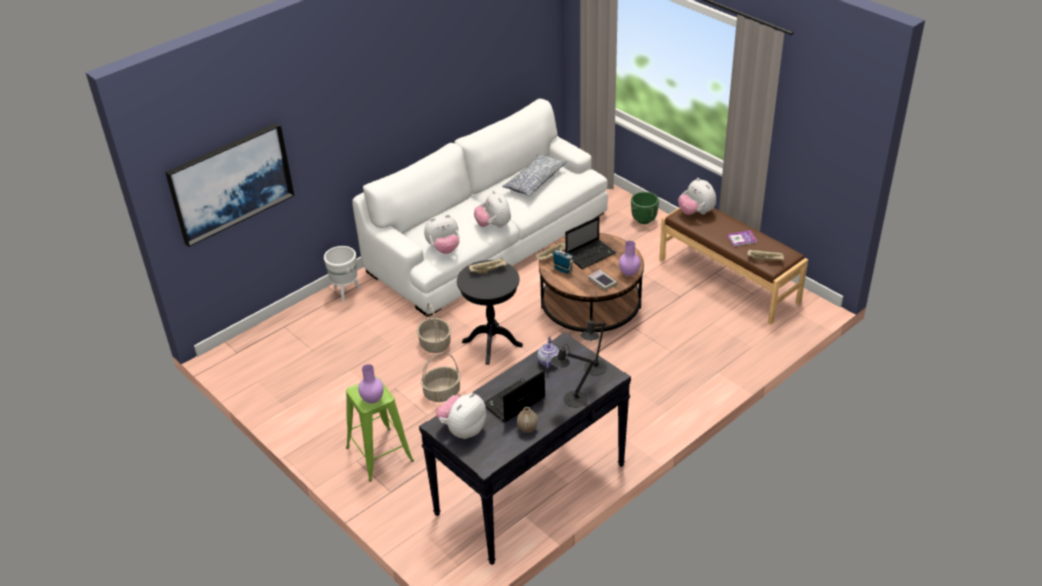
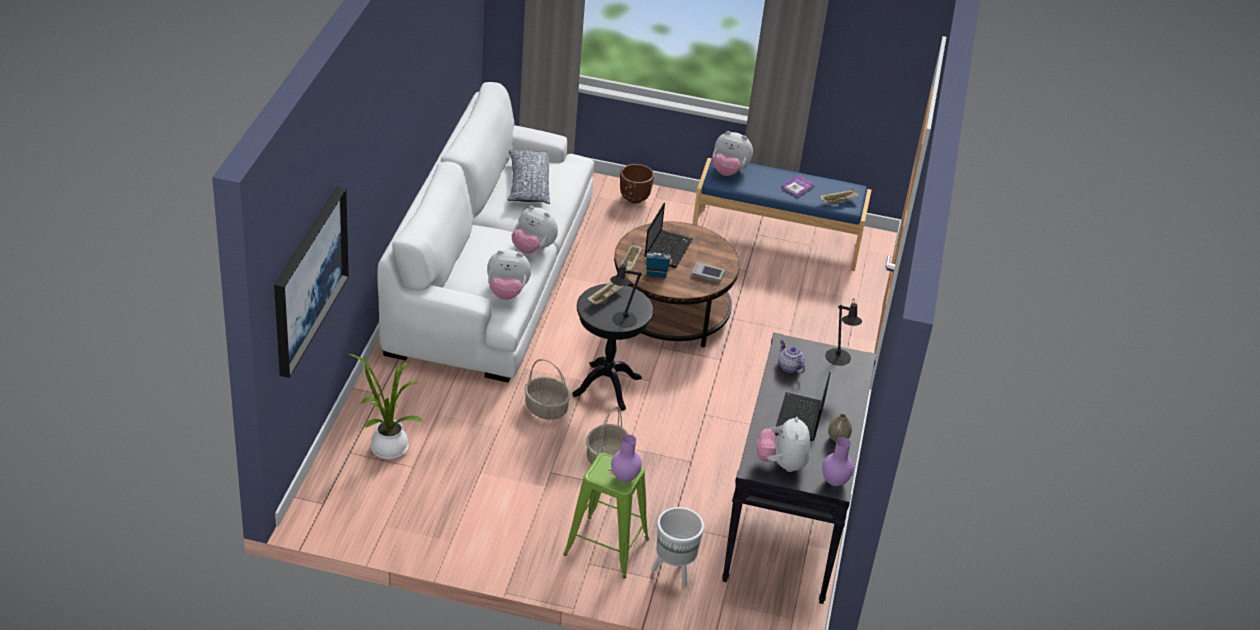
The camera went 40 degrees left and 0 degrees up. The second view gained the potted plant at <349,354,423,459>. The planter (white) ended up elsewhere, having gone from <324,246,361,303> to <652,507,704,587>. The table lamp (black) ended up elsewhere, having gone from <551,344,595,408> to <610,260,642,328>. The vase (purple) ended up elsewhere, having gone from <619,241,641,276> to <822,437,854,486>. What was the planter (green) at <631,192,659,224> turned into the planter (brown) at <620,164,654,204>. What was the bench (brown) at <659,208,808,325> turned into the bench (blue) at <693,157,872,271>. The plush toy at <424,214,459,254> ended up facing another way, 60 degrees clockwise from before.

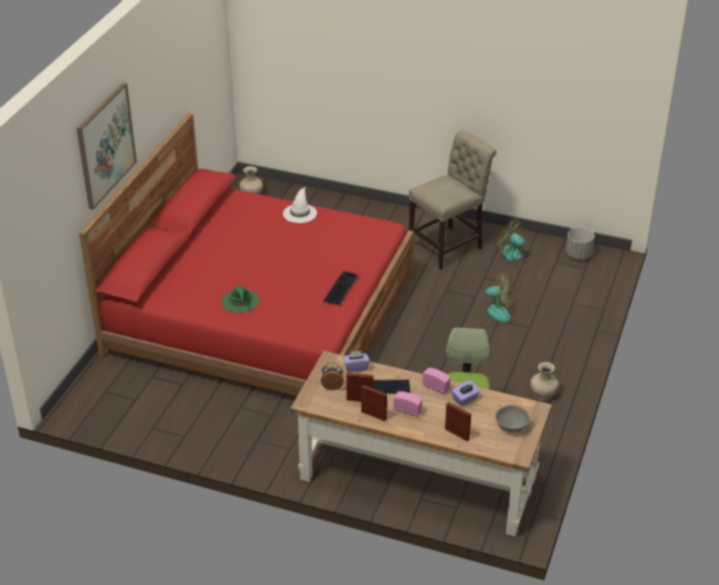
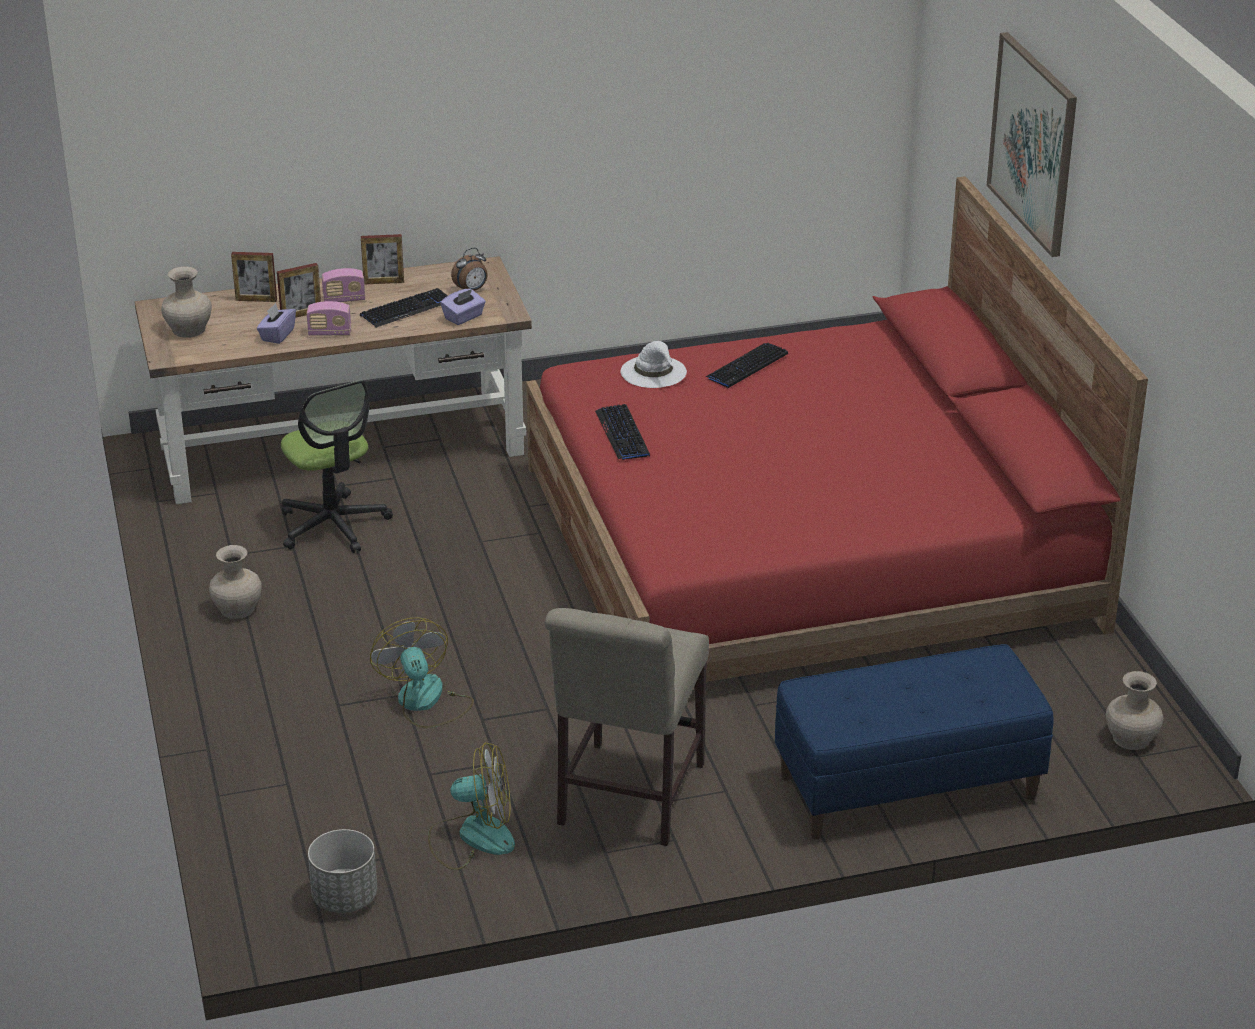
The camera went 145 degrees right and 5 degrees down. The second view gained the bench (blue) at <775,644,1054,839>. The hat (white) ended up elsewhere, having gone from <283,186,317,223> to <621,341,687,388>. The picture frame ended up elsewhere, having gone from <346,373,374,402> to <277,263,321,318>. Where the hat (green) stood at <222,286,259,313>, the keyboard came to stand at <706,343,788,388>. Where the bowl (grey) stood at <495,405,530,432>, the vase (beige) came to stand at <161,266,212,338>. The fan at <473,273,512,326> ended up facing another way, 90 degrees clockwise from before.

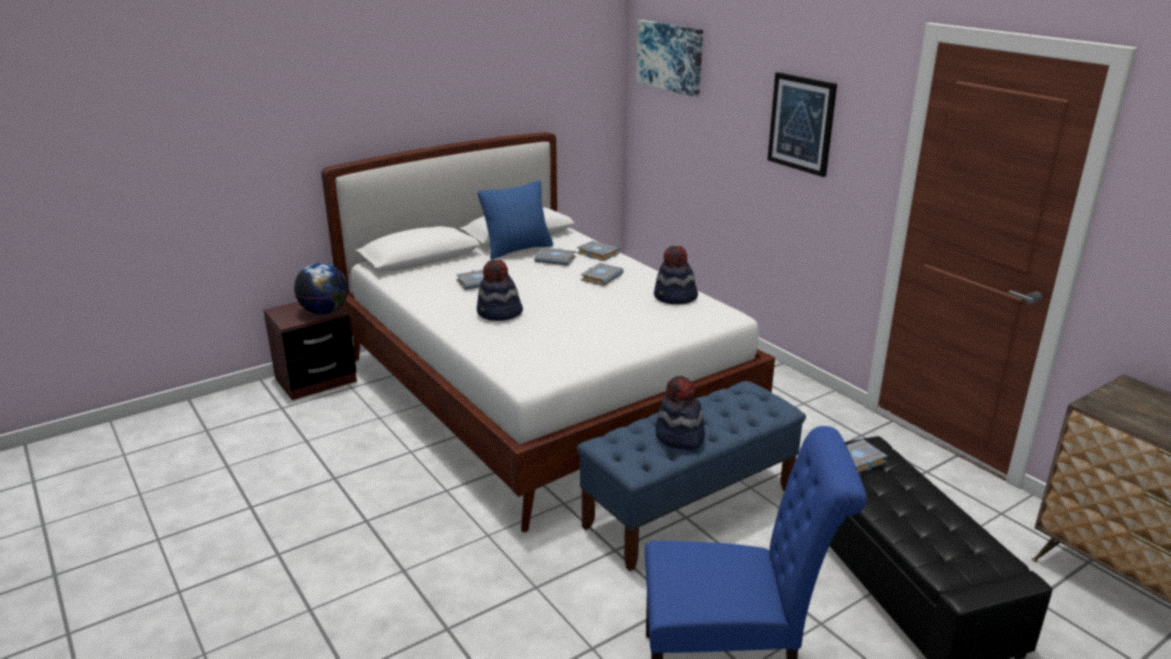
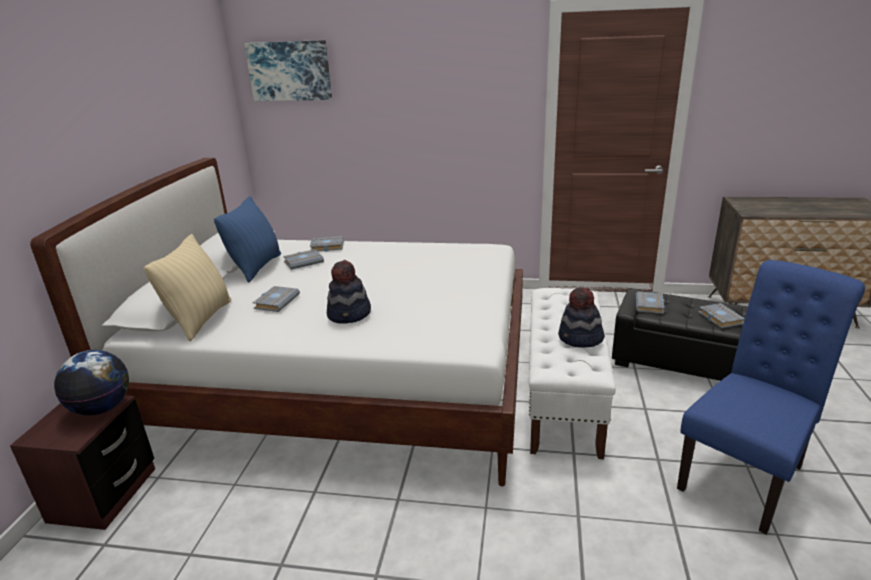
The camera went 45 degrees left and 0 degrees up. The second view lost the hat at <654,246,698,304>. The second view lost the picture at <767,72,837,177>. The second view gained the pillow (beige) at <144,234,232,341>. The book (grey) ended up elsewhere, having gone from <580,263,624,286> to <698,303,745,328>. What was the bench (blue) at <577,381,806,571> turned into the bench (white) at <529,288,616,459>.

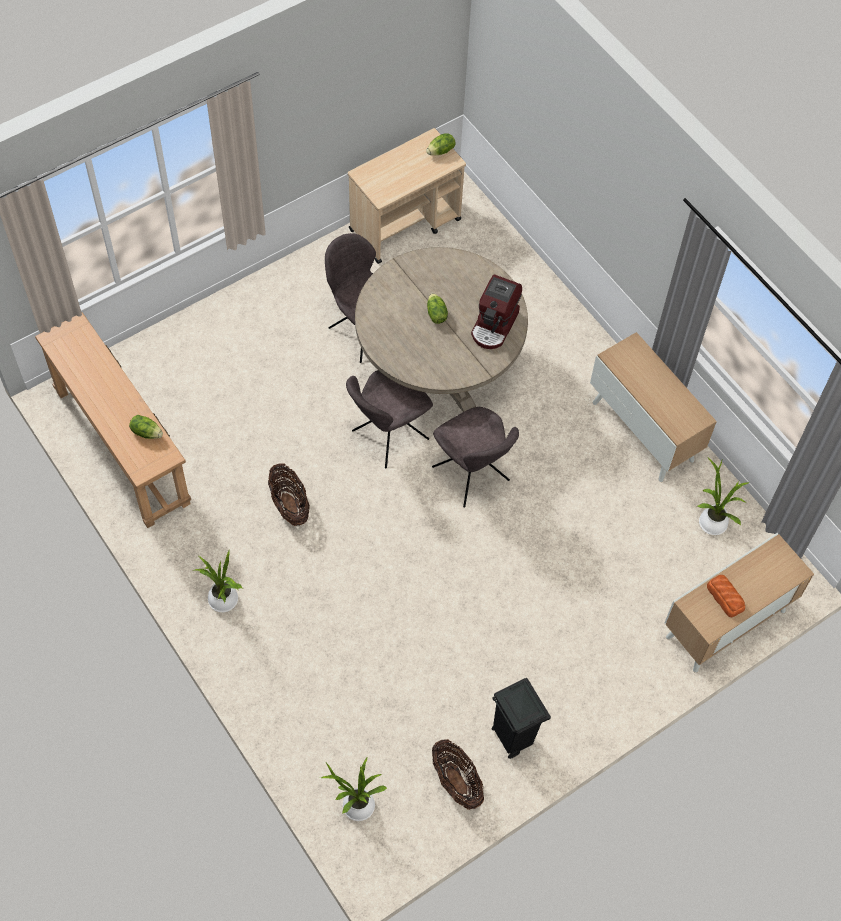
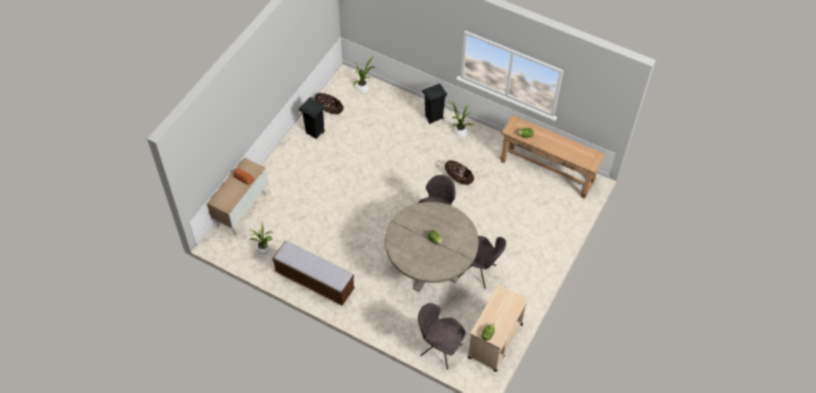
The camera went 155 degrees right and 5 degrees down. The second view lost the coffee machine at <471,275,522,349>. The second view gained the trash can (black) at <422,84,447,124>. The chair (grey) ended up elsewhere, having gone from <432,407,519,508> to <418,303,465,370>. Where the cabinet stood at <590,332,717,482>, the bench came to stand at <272,241,355,306>.

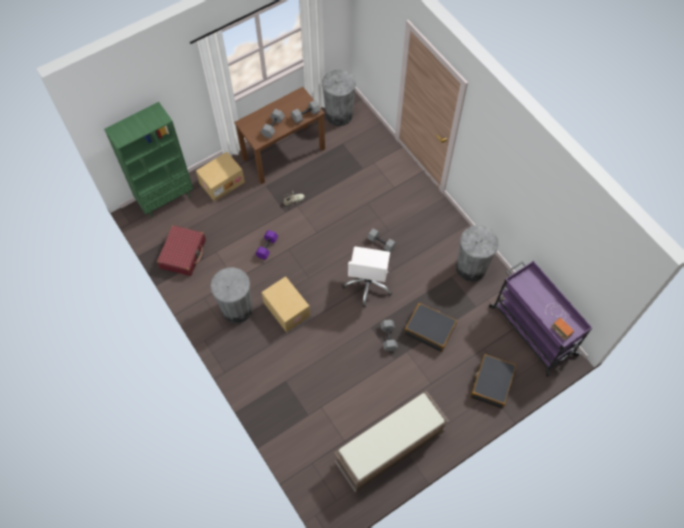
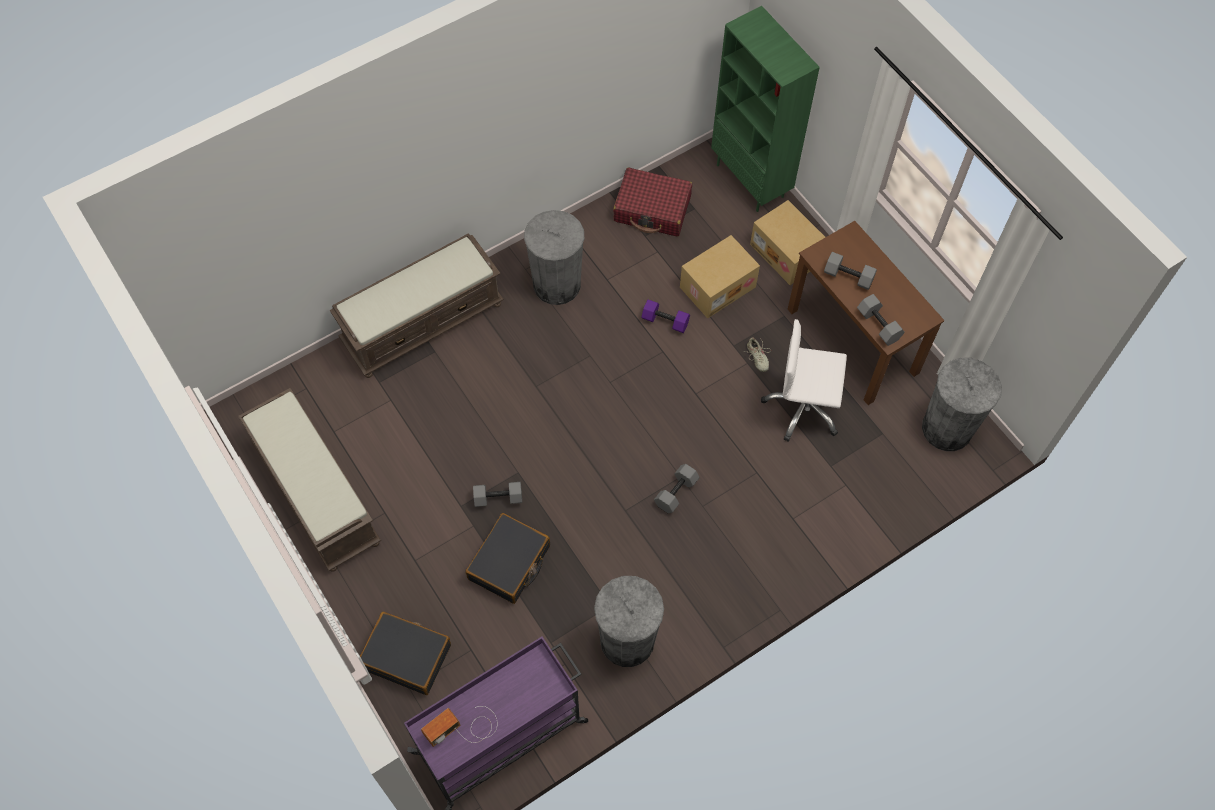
The camera went 90 degrees right and 0 degrees up. The second view gained the bench (brown) at <329,233,504,378>. The cardboard box ended up elsewhere, having gone from <261,276,310,332> to <680,235,760,318>. The office chair (white) ended up elsewhere, having gone from <342,246,392,307> to <761,319,847,442>.

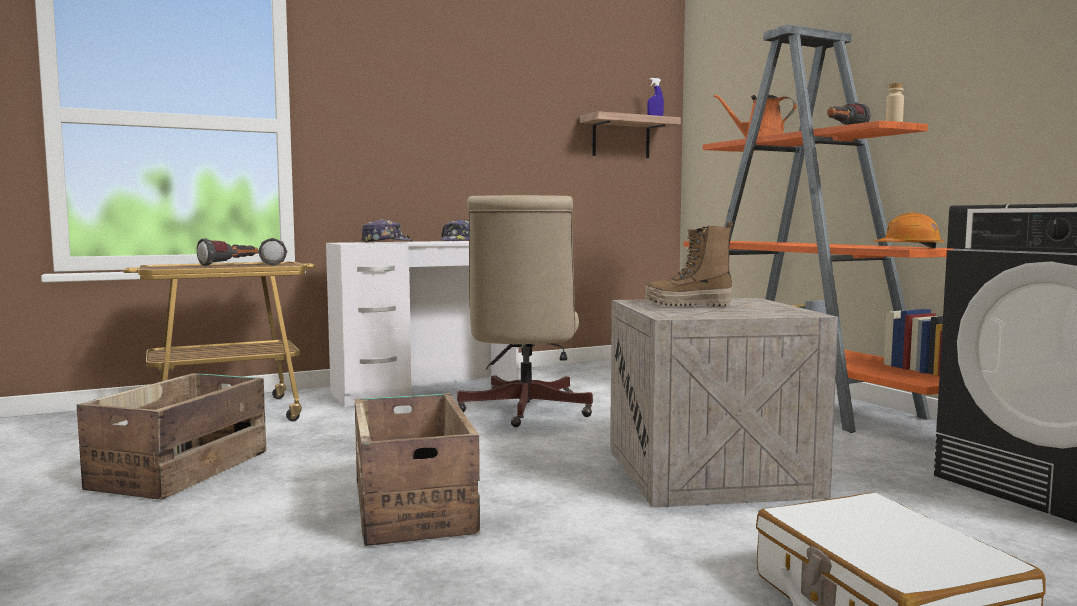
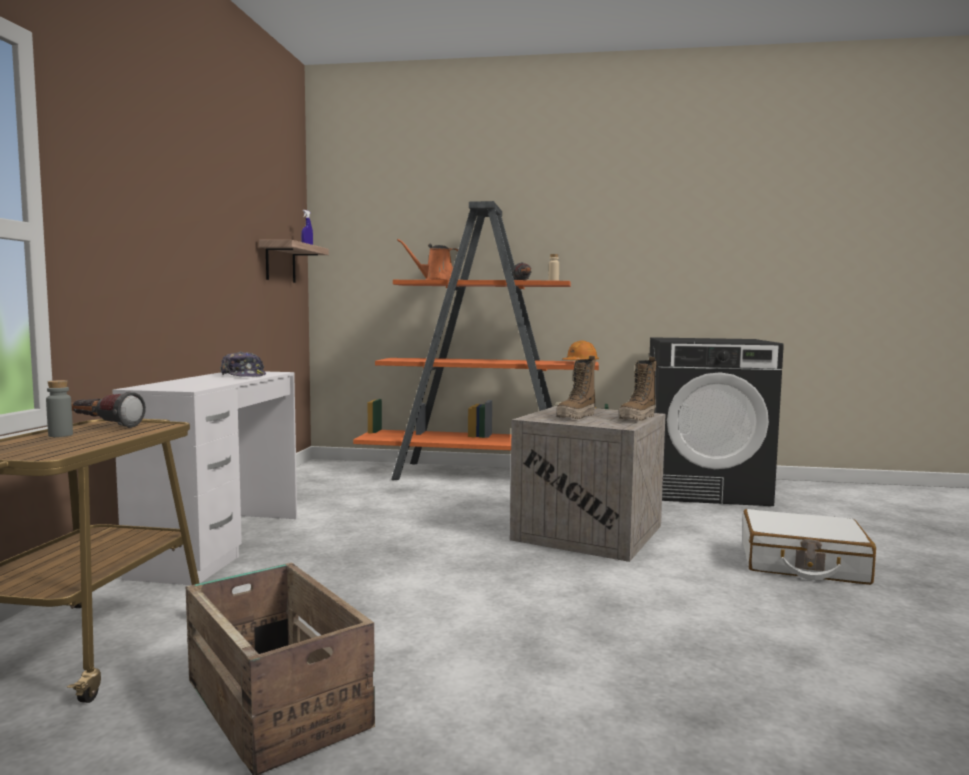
The camera went 55 degrees left and 0 degrees up. The second view lost the crate at <355,393,480,546>. The second view lost the cap at <361,219,413,243>. The second view lost the office chair (beige) at <457,195,593,427>. The second view gained the boot at <619,357,656,421>. Where the flashlight stood at <197,238,258,266>, the bottle (grey) came to stand at <46,380,73,437>.

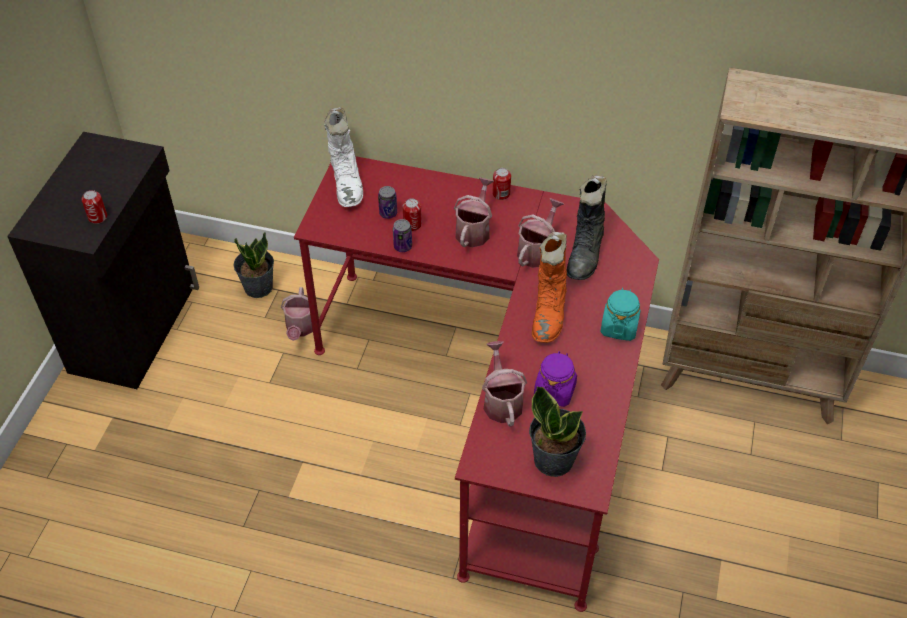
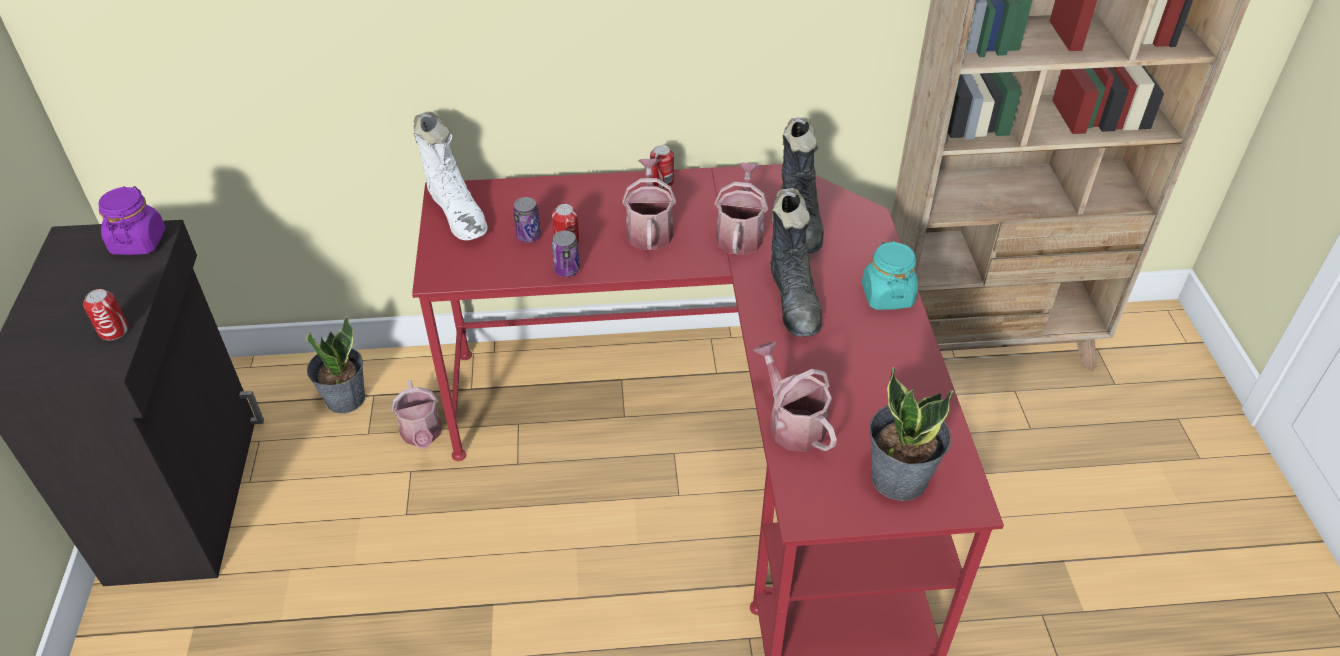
The camera went 20 degrees left and 5 degrees down. The jar (purple) ended up elsewhere, having gone from <534,351,577,407> to <98,186,166,255>. What was the boot (orange) at <532,232,567,343> turned into the boot (black) at <770,188,822,337>.

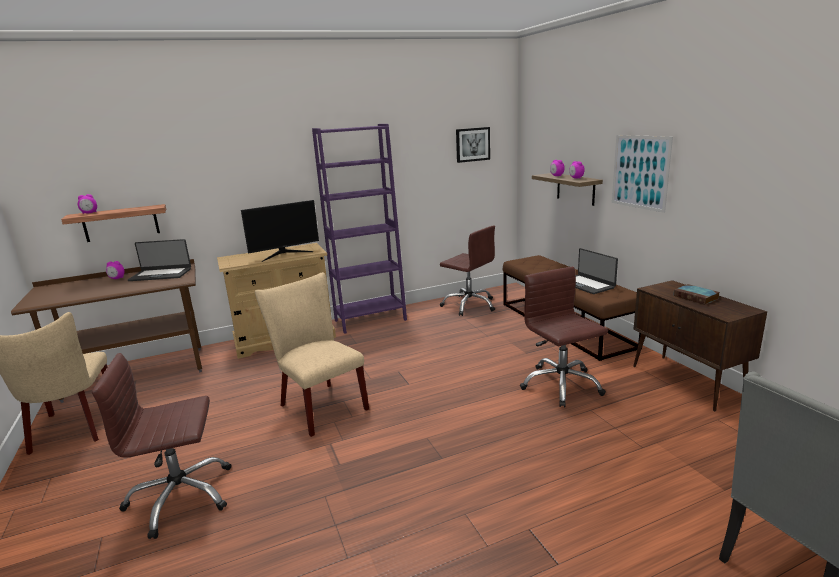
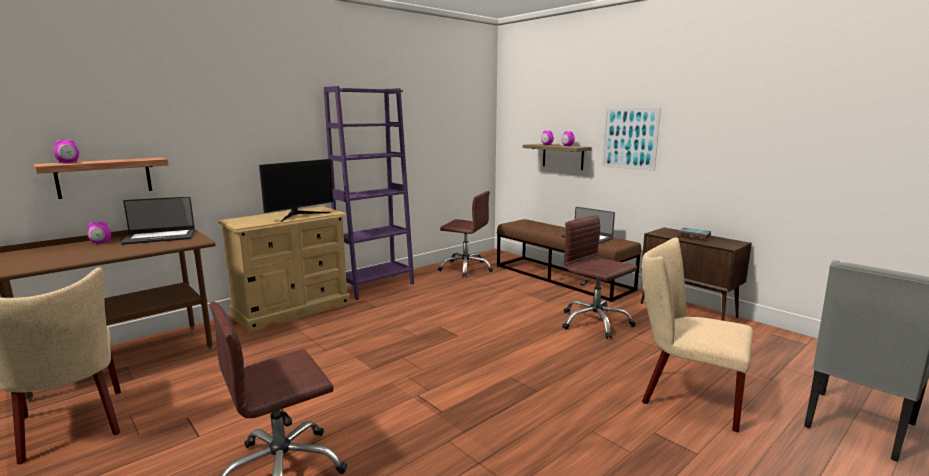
The camera went 20 degrees left and 5 degrees down. The second view lost the picture at <456,127,490,163>. The chair (beige) ended up elsewhere, having gone from <255,272,369,437> to <642,237,753,433>.

